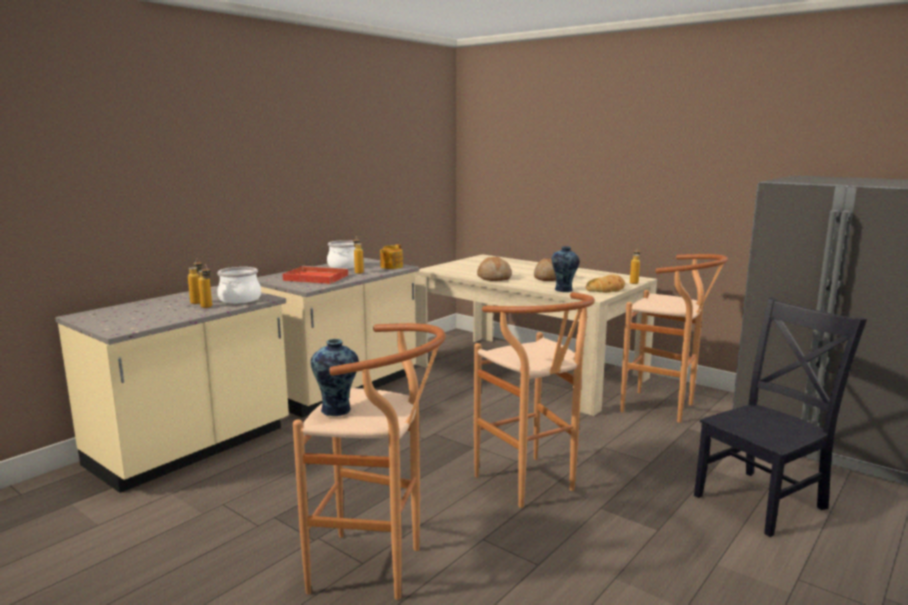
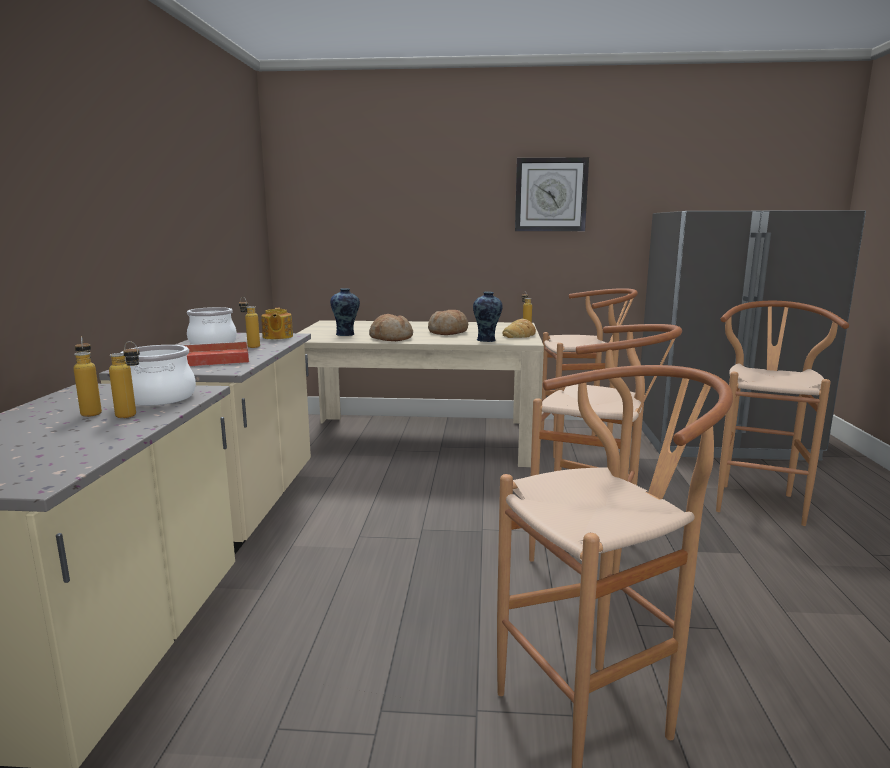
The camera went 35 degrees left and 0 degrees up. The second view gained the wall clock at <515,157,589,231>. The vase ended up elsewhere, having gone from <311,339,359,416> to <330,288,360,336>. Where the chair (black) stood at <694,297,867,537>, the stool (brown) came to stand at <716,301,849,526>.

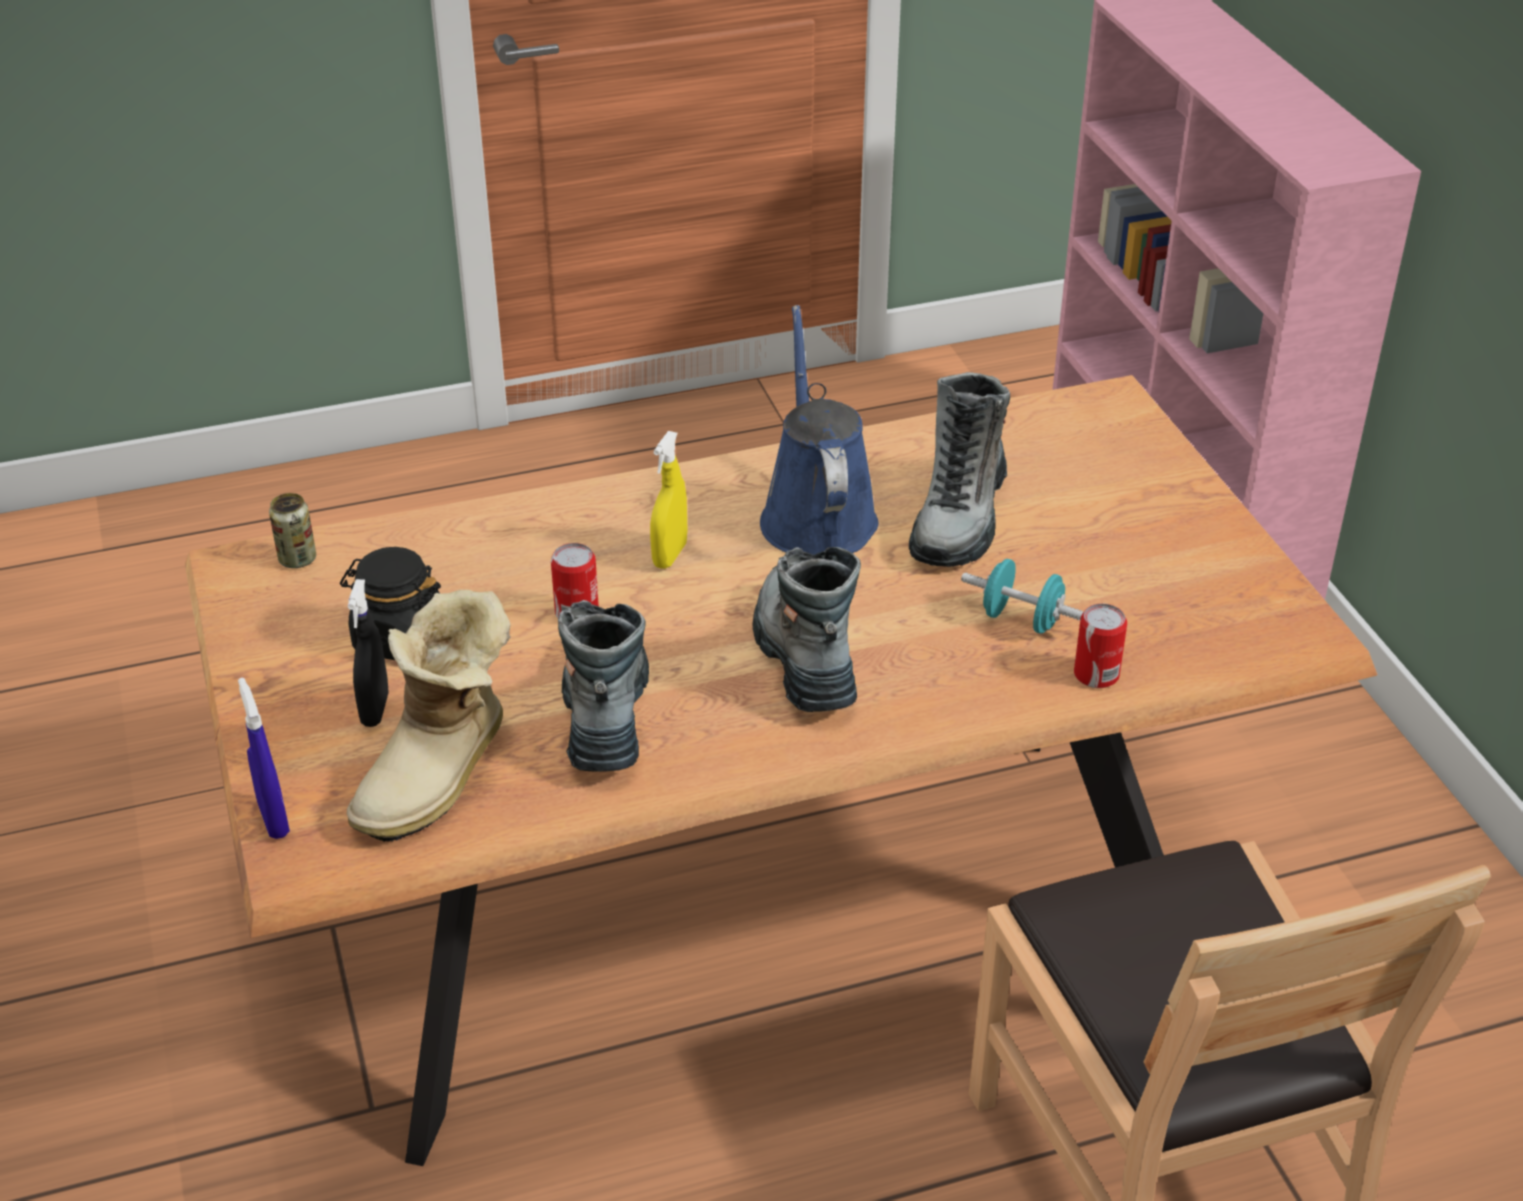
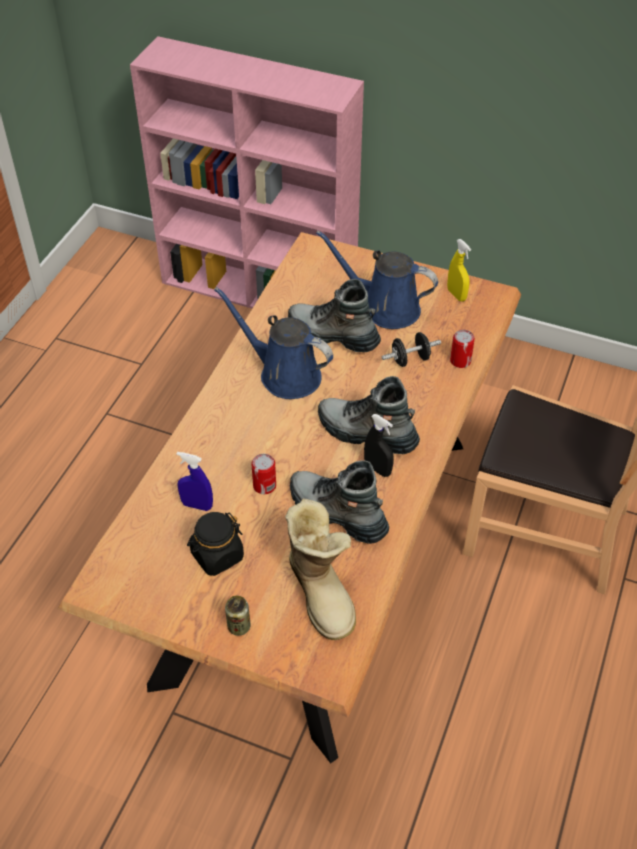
The camera went 50 degrees left and 10 degrees up. The second view gained the watering can (blue) at <316,230,438,329>. The spray bottle (blue) ended up elsewhere, having gone from <238,678,290,839> to <176,452,213,511>. The can ended up elsewhere, having gone from <269,493,316,568> to <225,596,251,636>. The spray bottle (black) ended up elsewhere, having gone from <348,579,389,727> to <364,414,394,477>. The spray bottle (yellow) ended up elsewhere, having gone from <650,431,687,569> to <447,239,471,301>. What was the dumbbell (turquoise) at <961,559,1084,634> turned into the dumbbell (black) at <382,332,441,367>. The boot at <909,372,1010,567> ended up facing another way, 150 degrees clockwise from before.

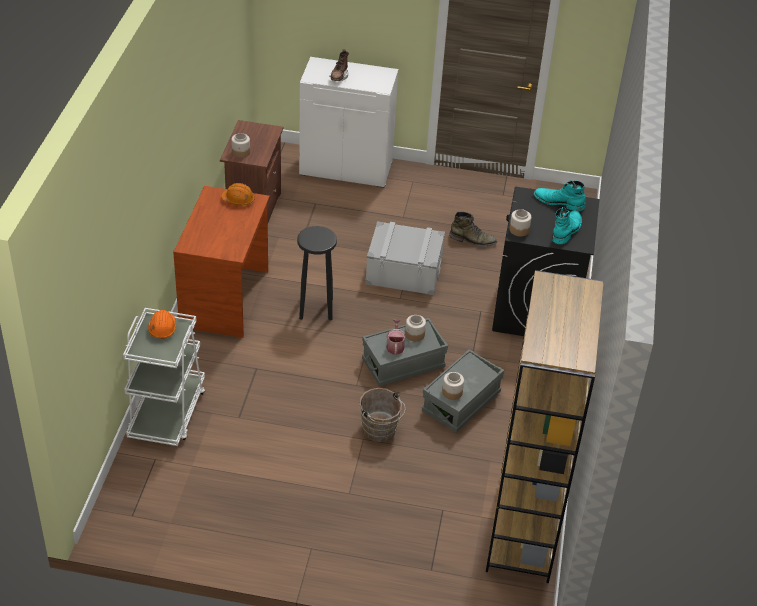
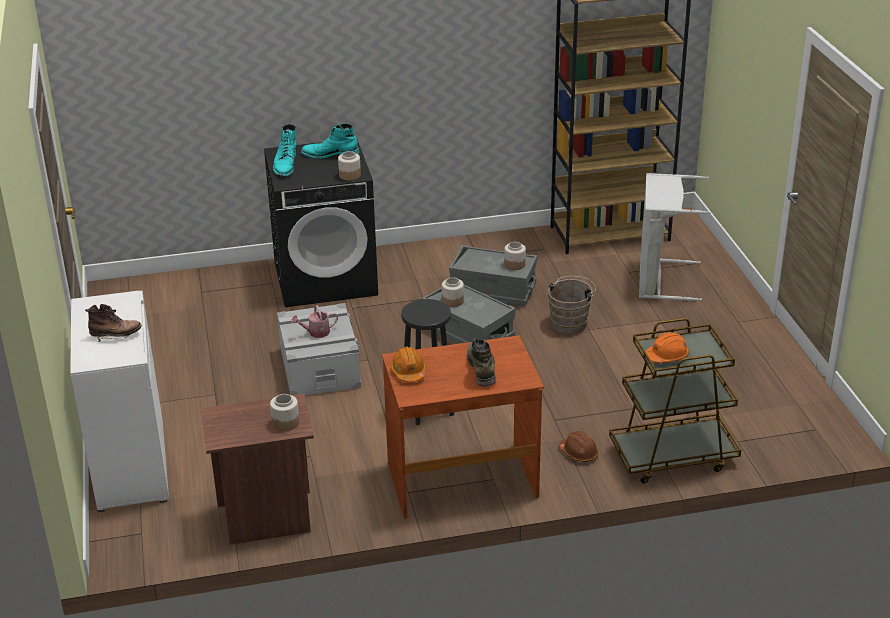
The camera went 110 degrees left and 10 degrees down. The second view gained the hard hat (brown) at <559,431,599,462>. The second view gained the laundry basket (grey) at <639,173,711,301>. The watering can ended up elsewhere, having gone from <386,320,406,355> to <291,305,338,338>. The boot (green) ended up elsewhere, having gone from <449,212,497,247> to <467,338,496,386>. What was the cart (white) at <123,308,205,446> turned into the cart (brown) at <609,318,741,484>.

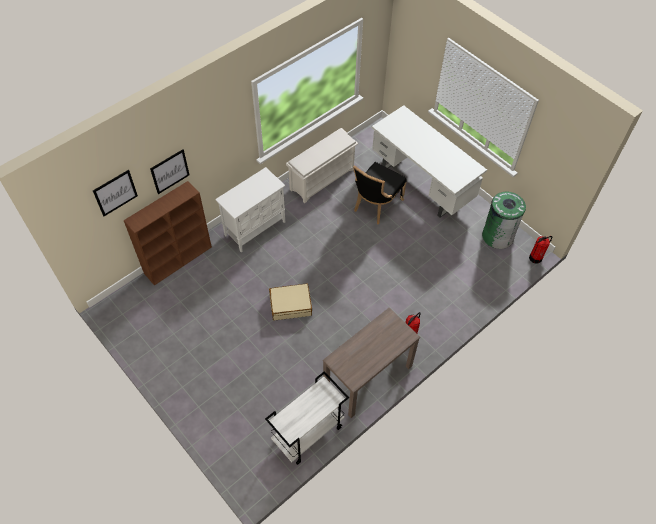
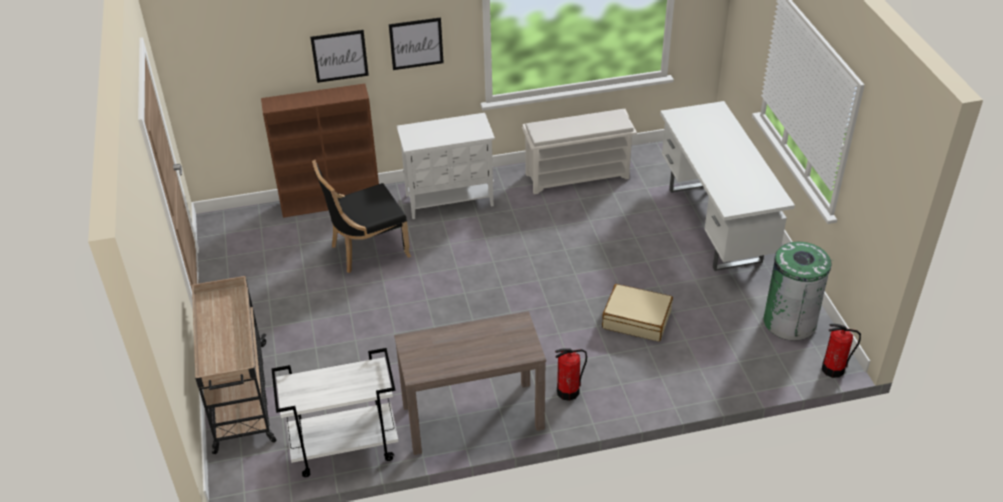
The camera went 30 degrees right and 15 degrees down. The second view gained the cart (beige) at <192,276,276,454>. The picture ended up elsewhere, having gone from <93,170,138,216> to <389,17,444,70>. The suitcase (beige) ended up elsewhere, having gone from <269,283,312,320> to <602,284,673,341>. The chair (black) ended up elsewhere, having gone from <353,162,407,224> to <312,160,411,273>.

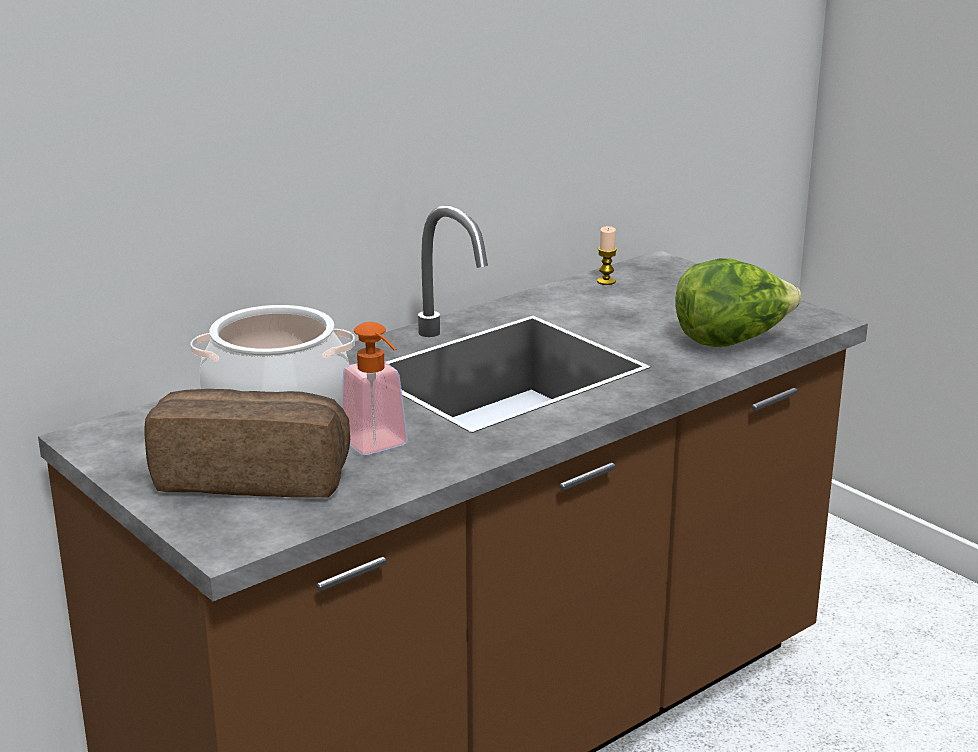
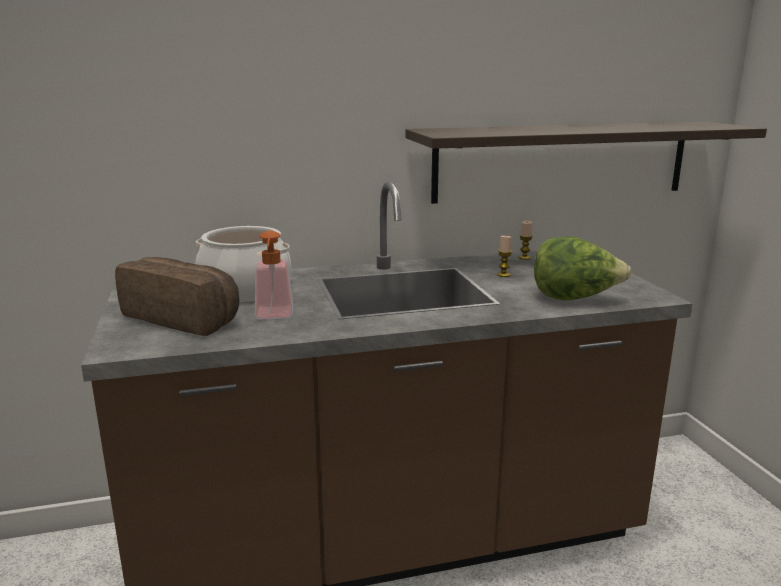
The camera went 25 degrees right and 5 degrees down. The second view gained the shelf at <405,122,767,204>. The second view gained the candle at <497,236,512,277>.

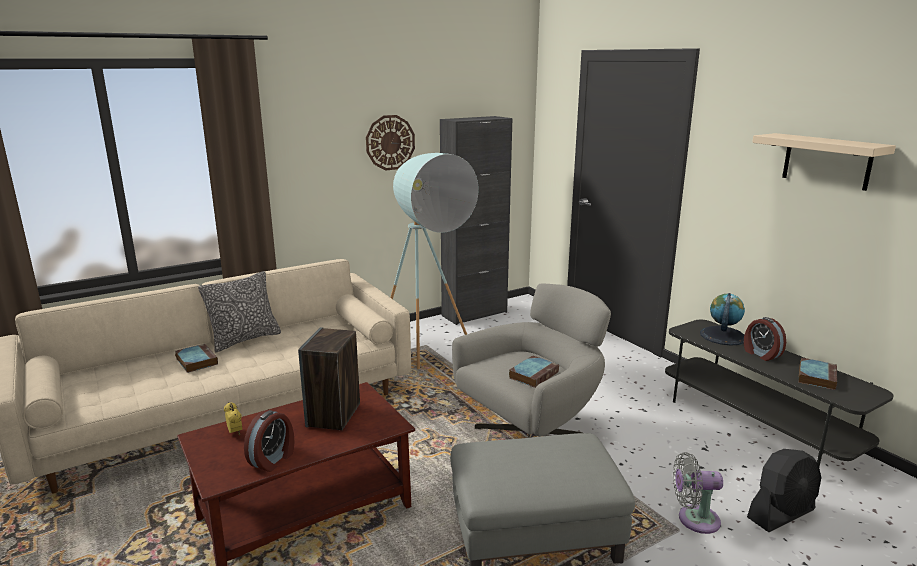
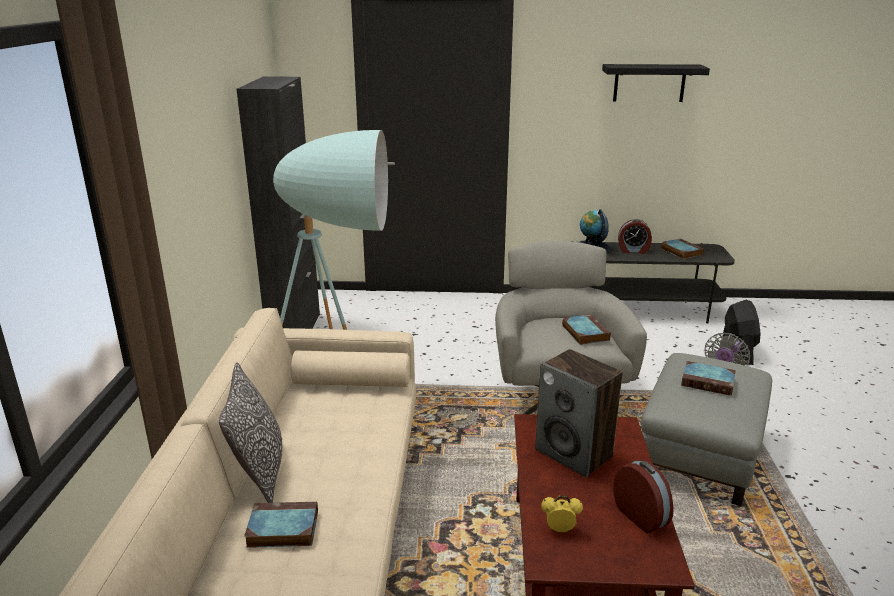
The camera went 55 degrees left and 5 degrees up. The second view lost the wall clock at <366,115,415,170>. The second view gained the book at <681,361,736,396>. What was the shelf (beige) at <752,133,896,191> turned into the shelf (black) at <602,64,710,102>.

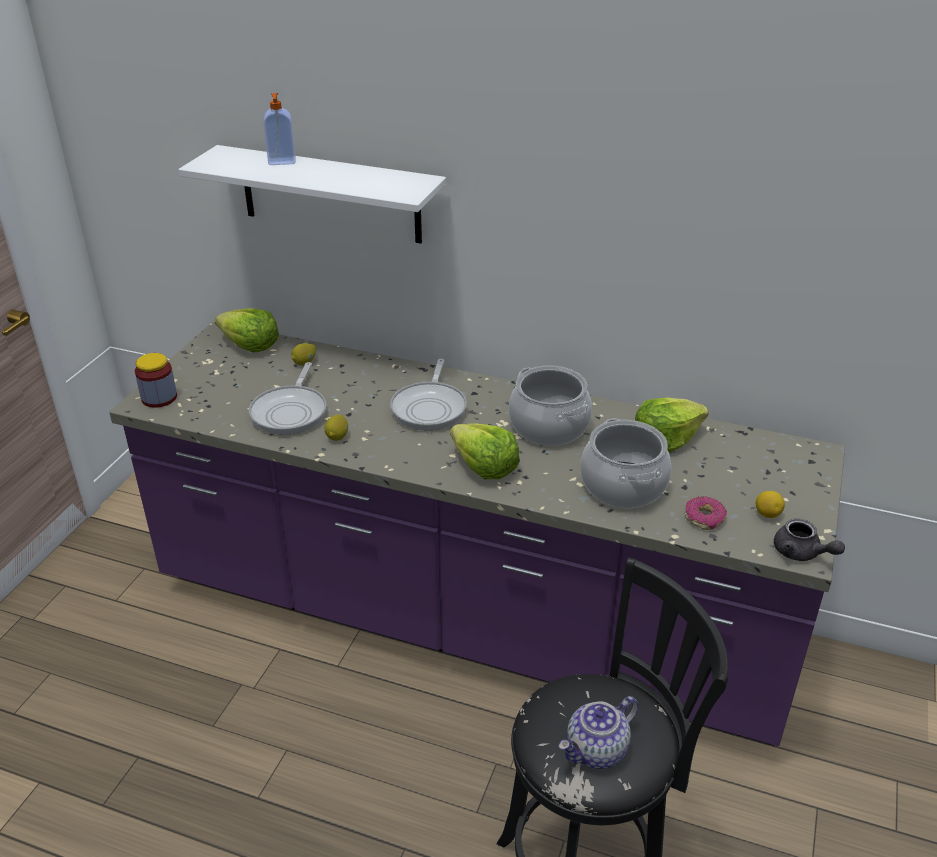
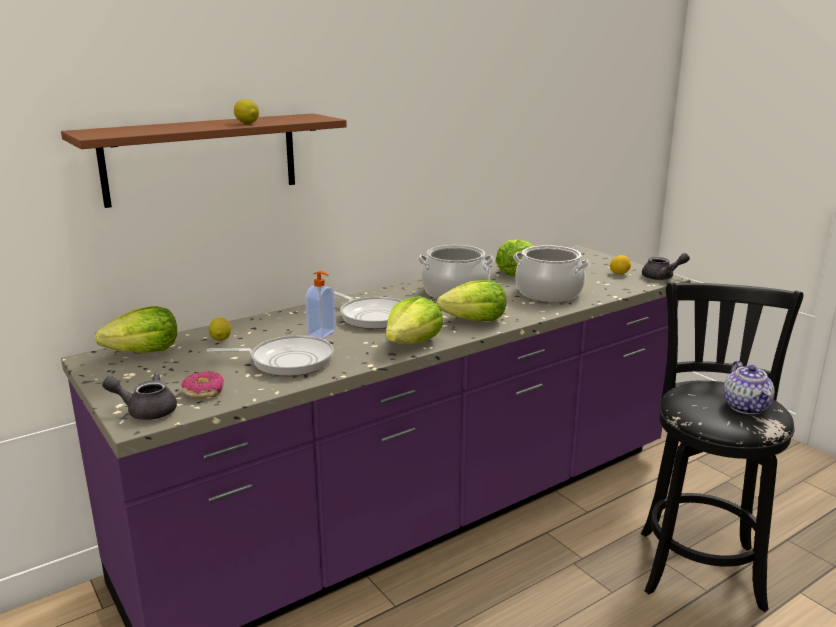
The camera went 55 degrees left and 15 degrees down. The second view gained the lettuce at <386,296,444,344>. The soap dispenser ended up elsewhere, having gone from <263,93,295,165> to <305,271,336,339>. The lemon ended up elsewhere, having gone from <325,415,348,441> to <234,99,259,124>. The donut ended up elsewhere, having gone from <685,496,727,530> to <181,371,224,398>. Where the jar stood at <135,353,177,408>, the teapot (grey) came to stand at <102,373,177,420>. What was the shelf (white) at <178,145,446,244> turned into the shelf (brown) at <61,113,347,208>. The frying pan at <249,362,326,435> ended up facing another way, 45 degrees counterclockwise from before.

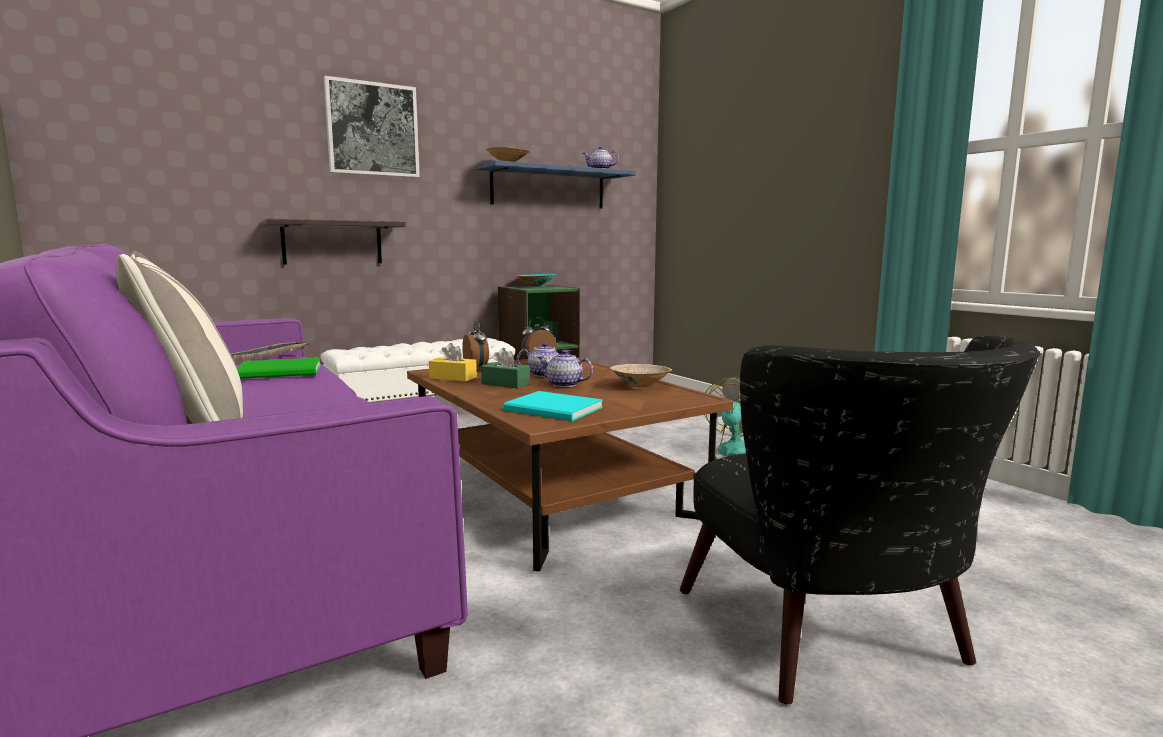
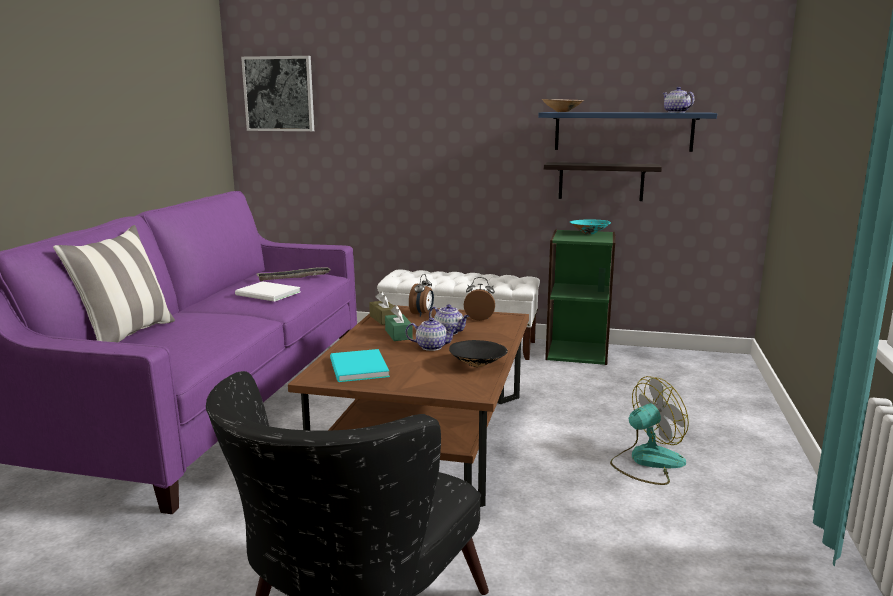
The camera went 45 degrees right and 5 degrees up. The shelf ended up elsewhere, having gone from <261,219,406,265> to <544,162,662,201>. The picture ended up elsewhere, having gone from <324,76,420,178> to <241,56,314,131>. What was the book (green) at <237,358,321,379> turned into the book (white) at <235,281,300,302>. What was the tissue box (yellow) at <429,343,477,381> turned into the tissue box (brown) at <369,291,395,325>. What was the bowl (beige) at <610,364,672,387> turned into the bowl (black) at <449,340,508,367>. The teapot at <537,350,593,387> ended up facing another way, 120 degrees clockwise from before.

